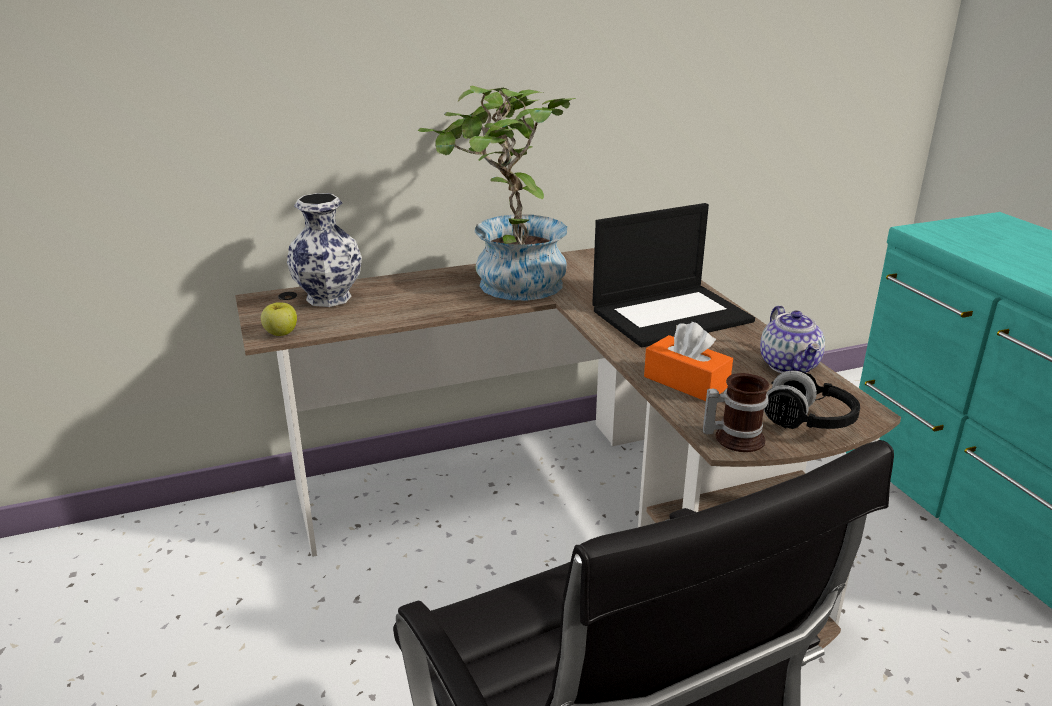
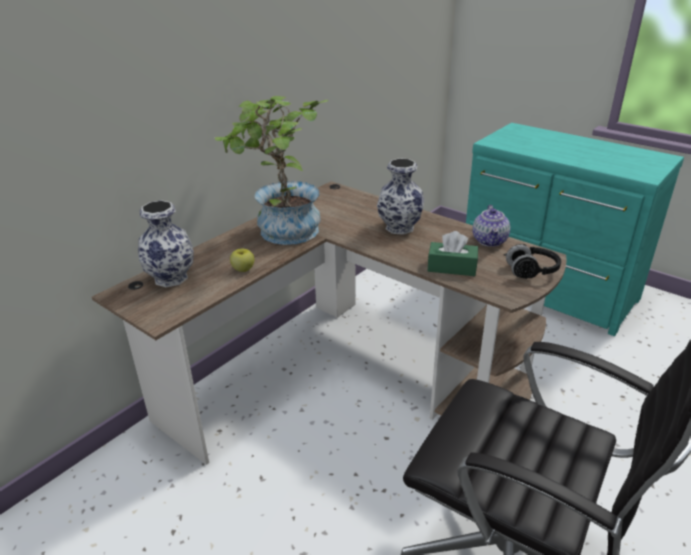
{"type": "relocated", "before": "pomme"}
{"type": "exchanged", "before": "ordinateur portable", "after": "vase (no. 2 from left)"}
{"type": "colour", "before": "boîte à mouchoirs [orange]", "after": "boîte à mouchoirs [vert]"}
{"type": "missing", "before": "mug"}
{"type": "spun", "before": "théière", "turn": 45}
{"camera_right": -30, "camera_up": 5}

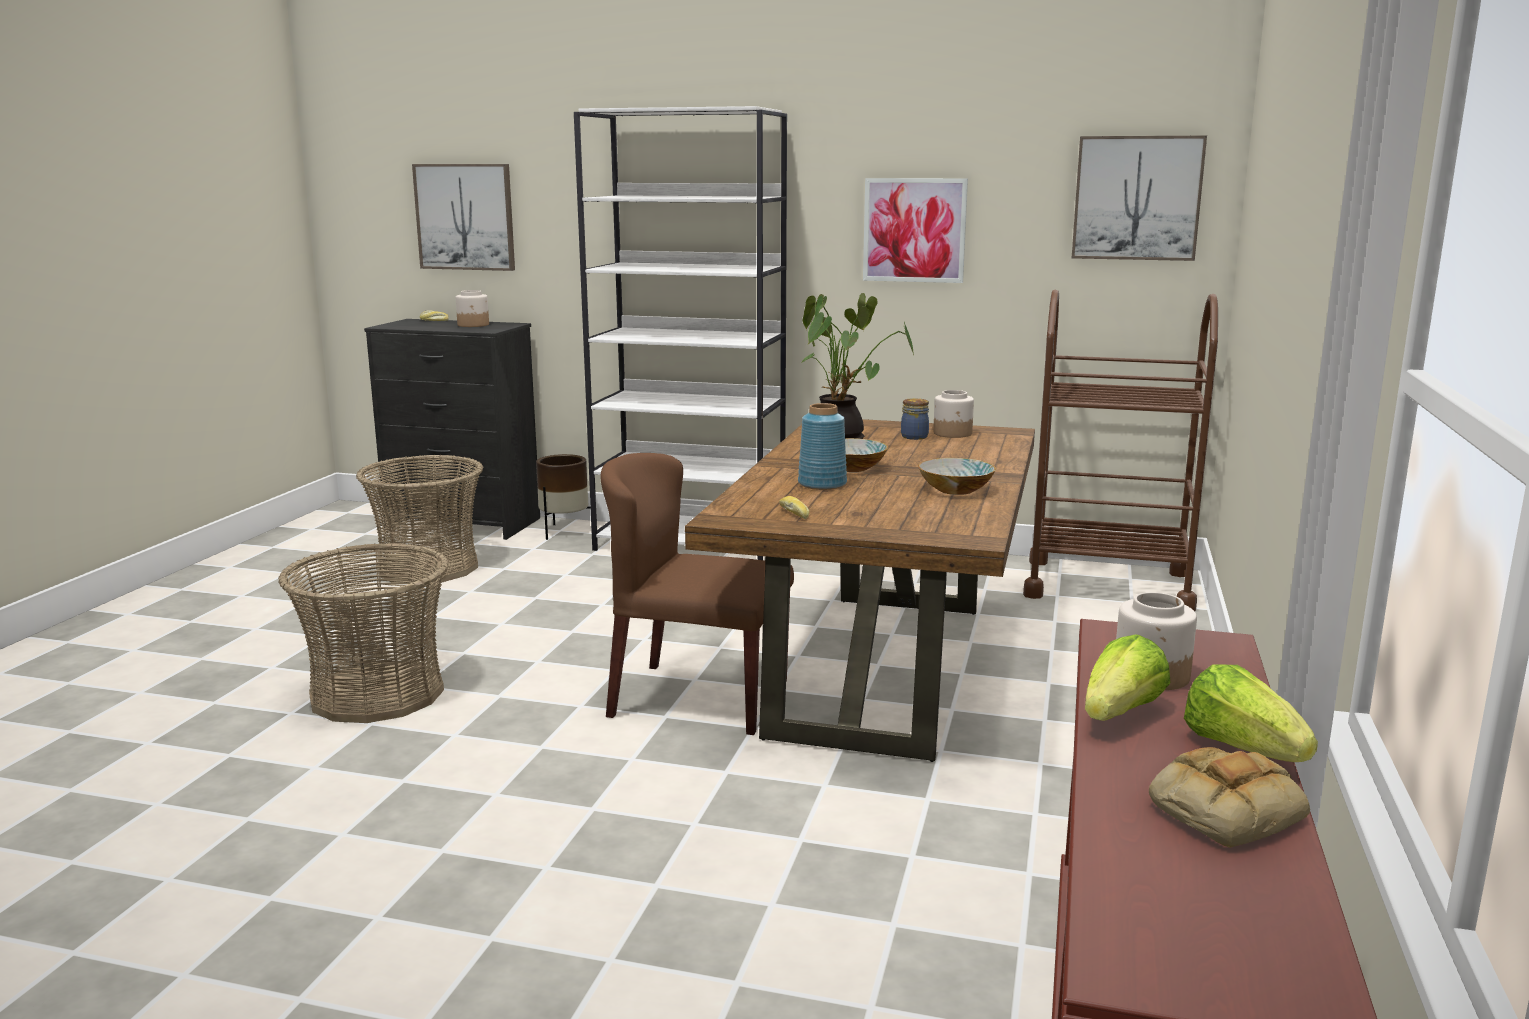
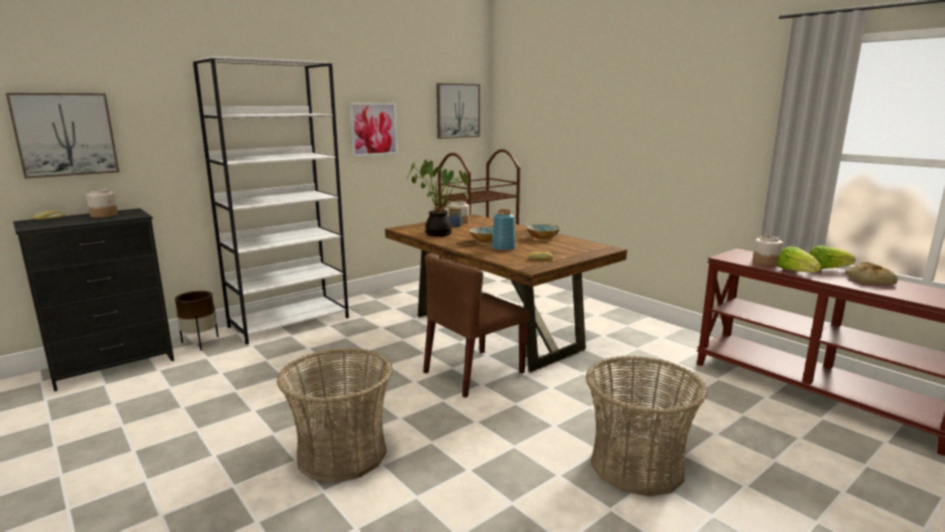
{"type": "relocated", "before": "panier (no. 2 from left)"}
{"camera_right": -55, "camera_up": 0}

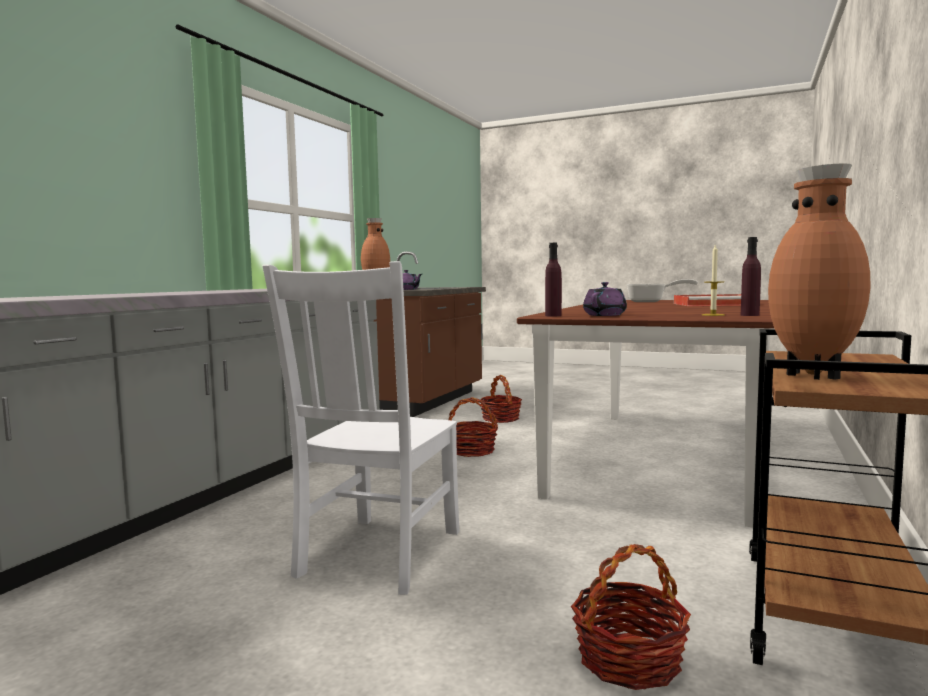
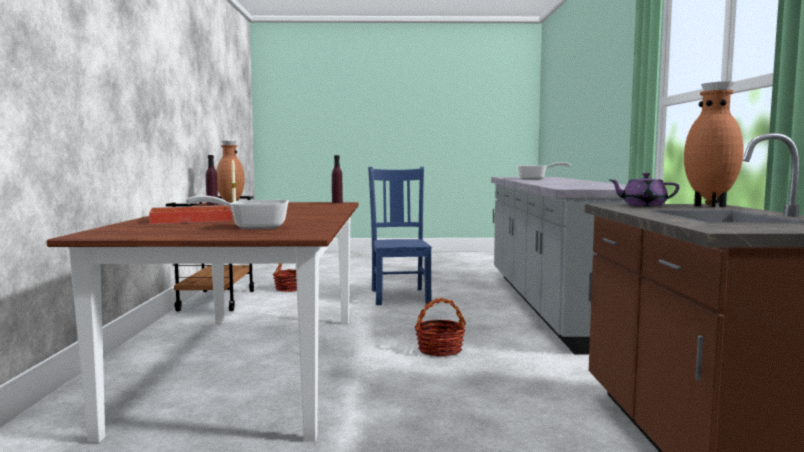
{"type": "colour", "before": "chaise [blanc]", "after": "chaise [bleu]"}
{"type": "missing", "before": "panier (no. 2 from left)"}
{"type": "missing", "before": "théière [violet] (no. 2 from left)"}
{"type": "appeared", "after": "poêle (no. 2 from left)"}
{"camera_right": 155, "camera_up": 0}

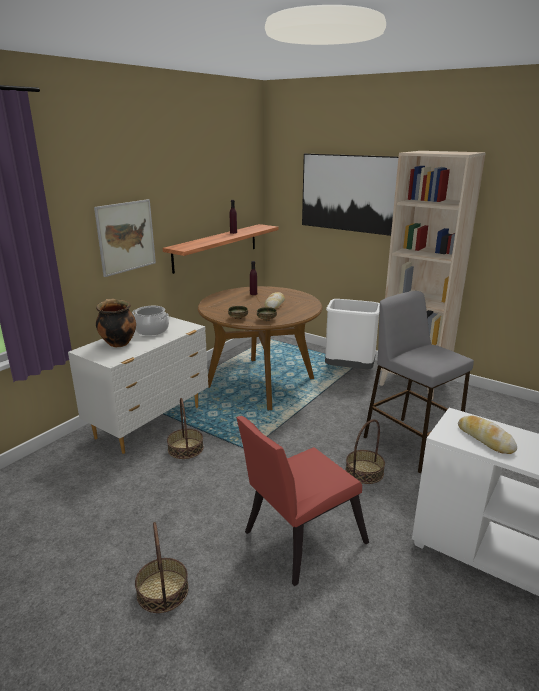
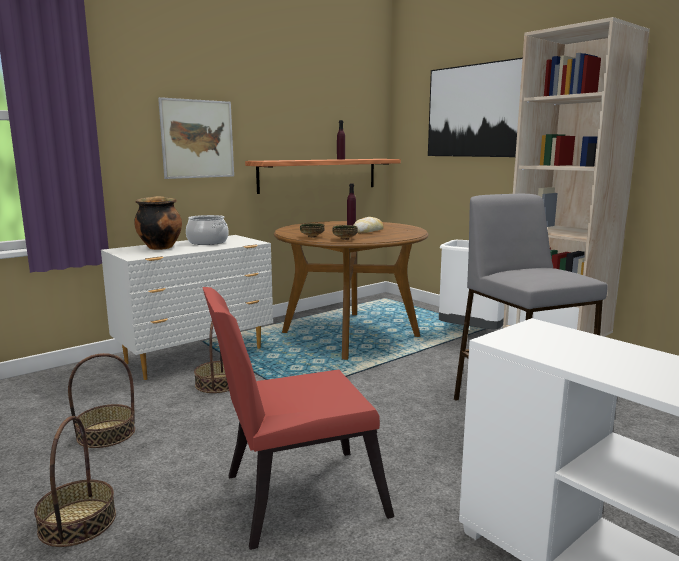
{"type": "relocated", "before": "panier (no. 3 from left in the first image)", "after": "panier (no. 2 from left)"}
{"type": "missing", "before": "pain (no. 2 from left)"}
{"camera_right": 15, "camera_up": -10}

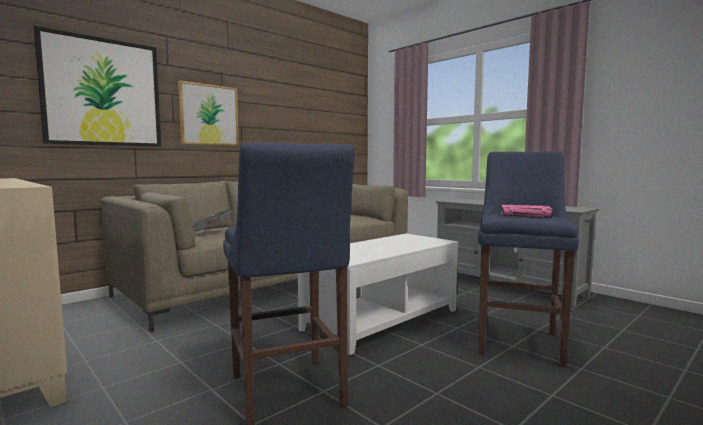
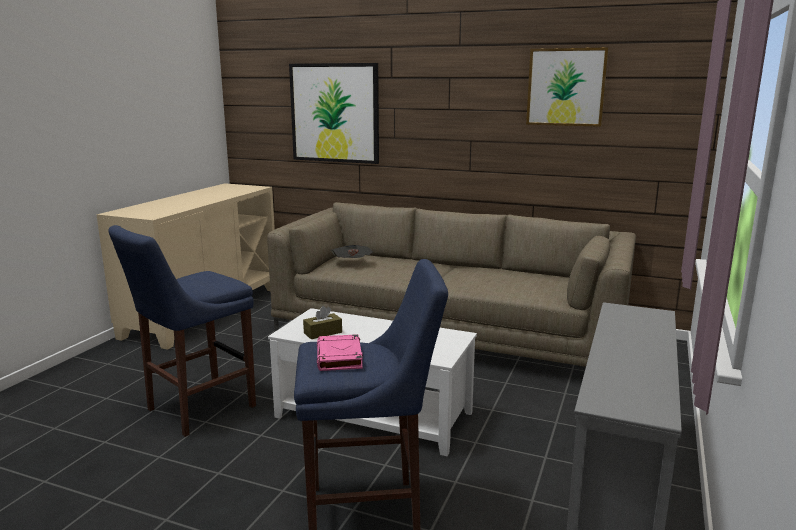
{"type": "relocated", "before": "tableau (no. 2 from left)"}
{"type": "appeared", "after": "boîte à mouchoirs [marron]"}
{"camera_right": 65, "camera_up": 10}

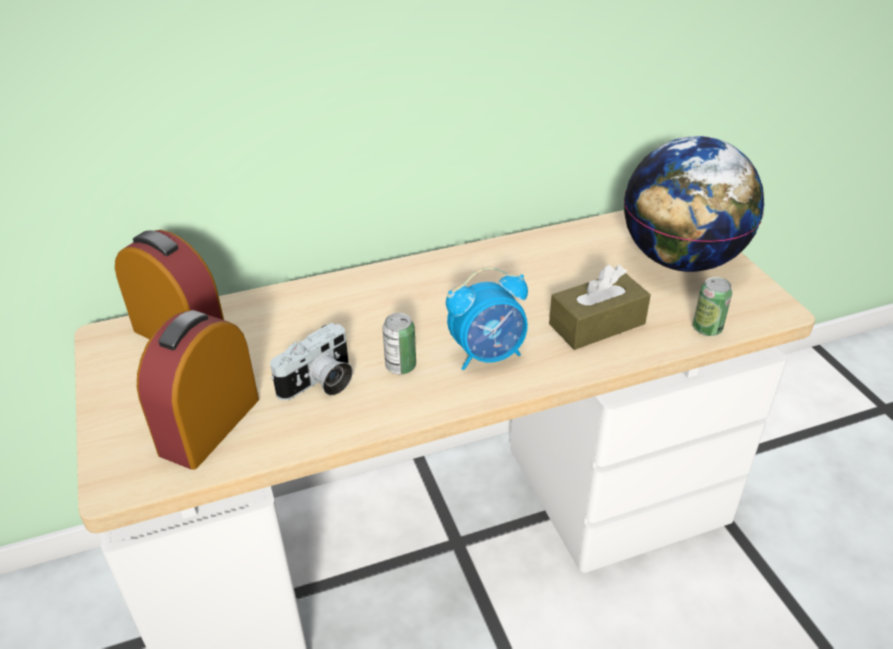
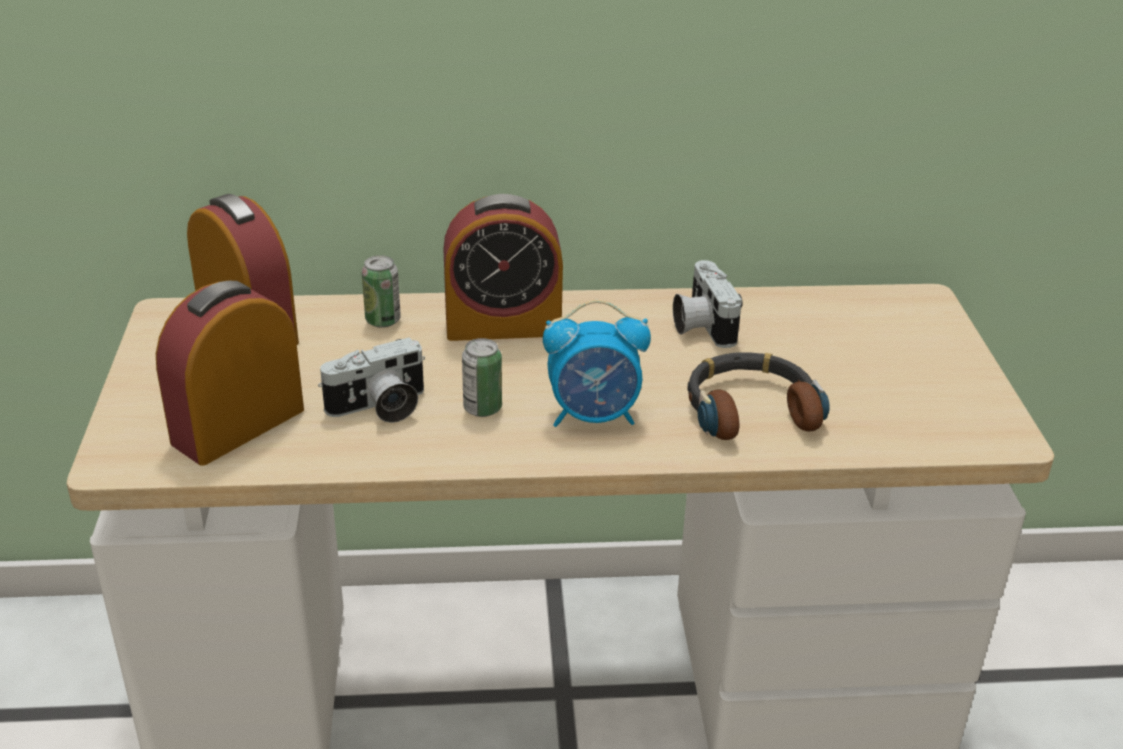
{"type": "exchanged", "before": "boîte à mouchoirs [marron]", "after": "casque audio"}
{"type": "missing", "before": "globe"}
{"type": "relocated", "before": "boîte métallique (no. 2 from left in the first image)", "after": "boîte métallique (no. 1 from left)"}
{"type": "appeared", "after": "réveil (no. 3 from left)"}
{"type": "appeared", "after": "appareil photo (no. 2 from left)"}
{"camera_right": 15, "camera_up": -5}

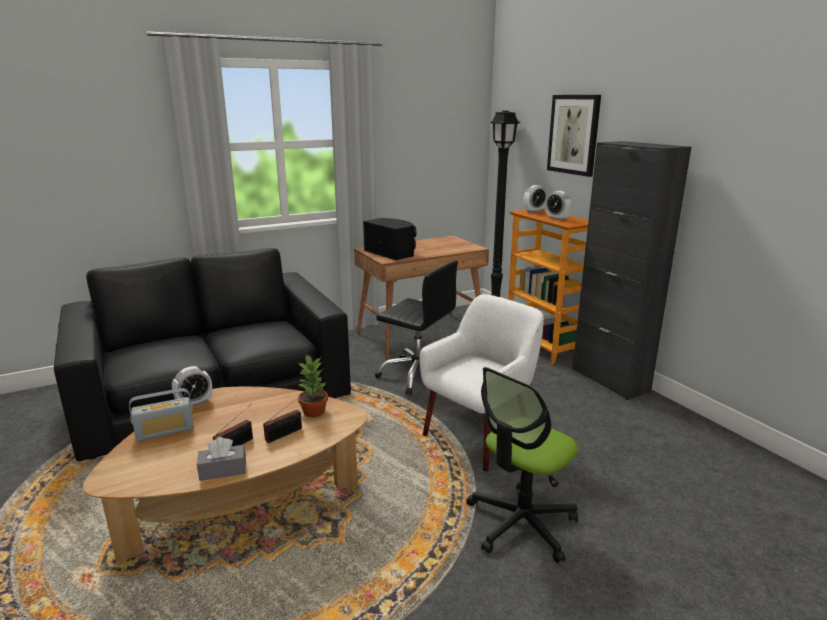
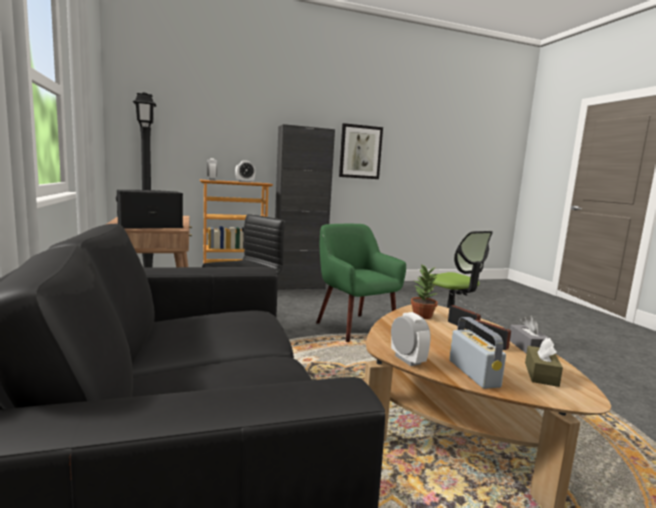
{"type": "colour", "before": "fauteuil [blanc]", "after": "fauteuil [vert]"}
{"type": "relocated", "before": "tableau"}
{"type": "appeared", "after": "boîte à mouchoirs [marron]"}
{"camera_right": -80, "camera_up": -10}

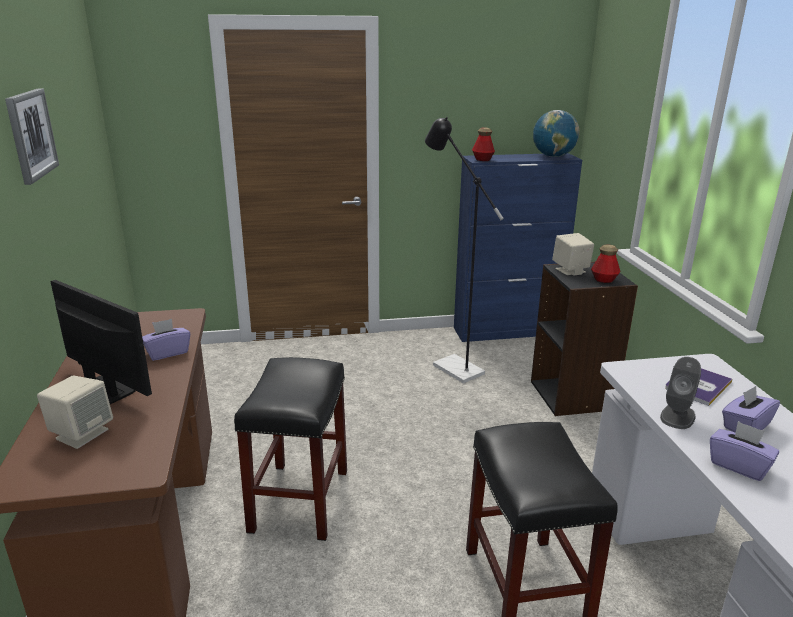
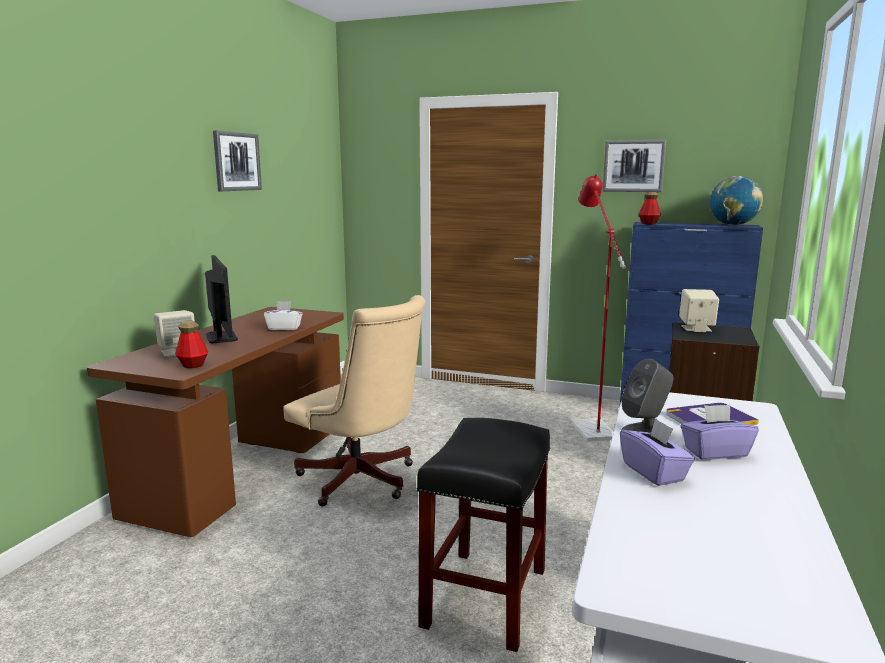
{"type": "colour", "before": "boîte à mouchoirs [violet] (no. 1 from left)", "after": "boîte à mouchoirs [blanc]"}
{"type": "exchanged", "before": "tabouret [noir] (no. 1 from left)", "after": "chaise de bureau [beige]"}
{"type": "colour", "before": "lampadaire [noir]", "after": "lampadaire [rouge]"}
{"type": "relocated", "before": "bouteille (no. 2 from left in the first image)", "after": "bouteille (no. 1 from left)"}
{"type": "appeared", "after": "tableau (no. 2 from left)"}
{"camera_right": 30, "camera_up": -10}

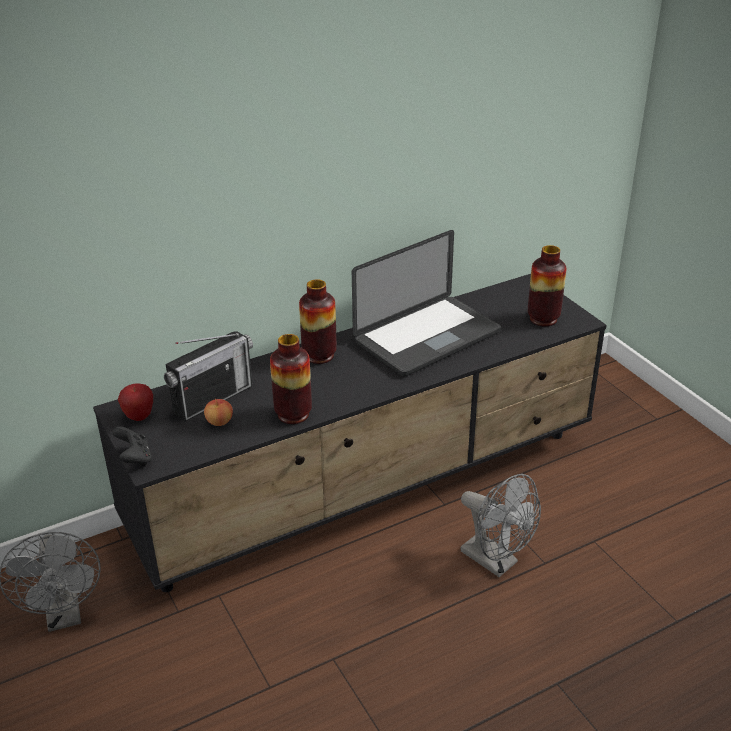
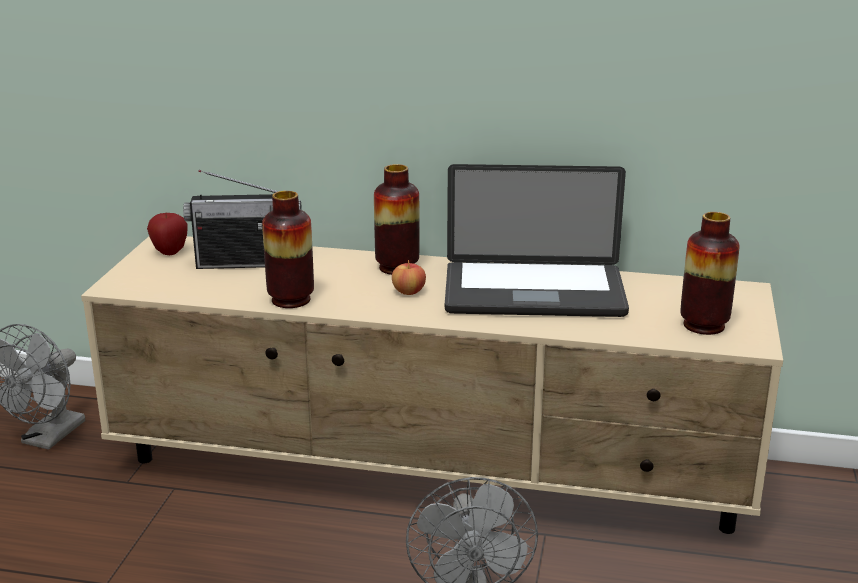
{"type": "colour", "before": "meuble télé [noir]", "after": "meuble télé [beige]"}
{"type": "missing", "before": "manette [noir]"}
{"type": "relocated", "before": "pomme (no. 2 from left)"}
{"camera_right": 40, "camera_up": -10}

